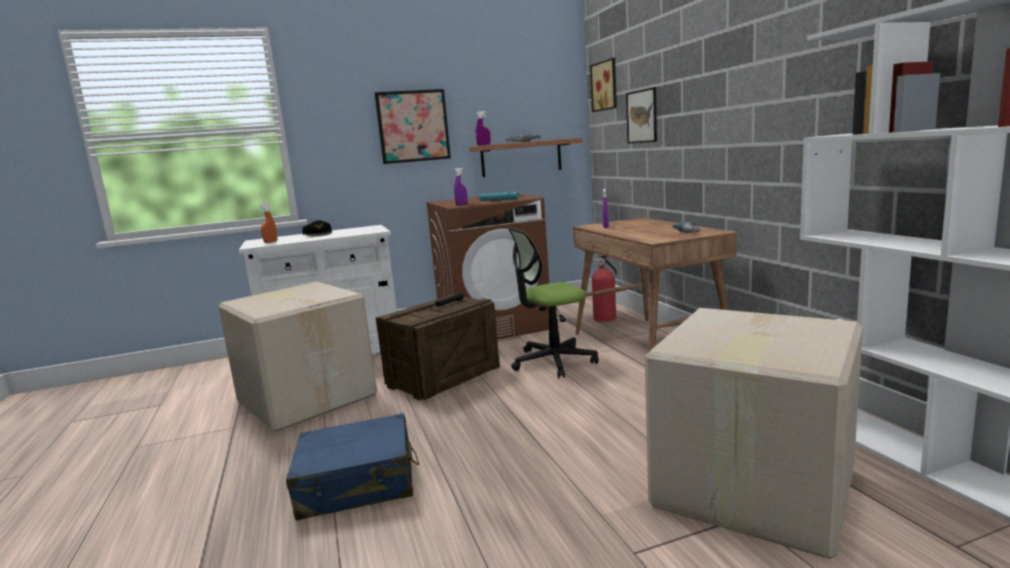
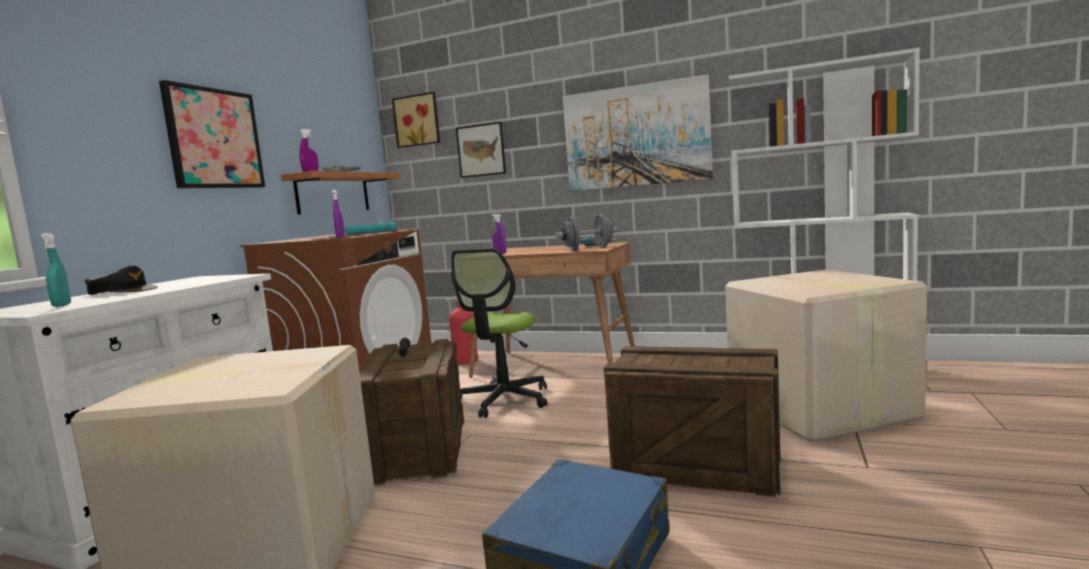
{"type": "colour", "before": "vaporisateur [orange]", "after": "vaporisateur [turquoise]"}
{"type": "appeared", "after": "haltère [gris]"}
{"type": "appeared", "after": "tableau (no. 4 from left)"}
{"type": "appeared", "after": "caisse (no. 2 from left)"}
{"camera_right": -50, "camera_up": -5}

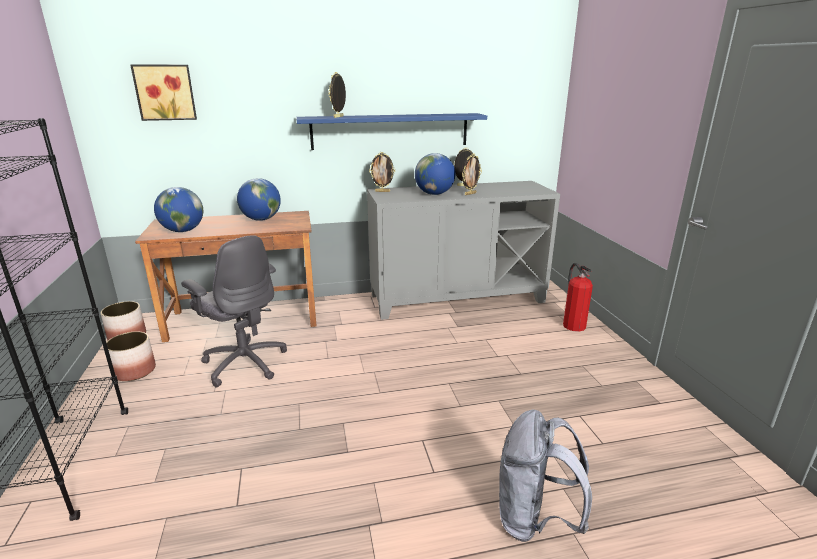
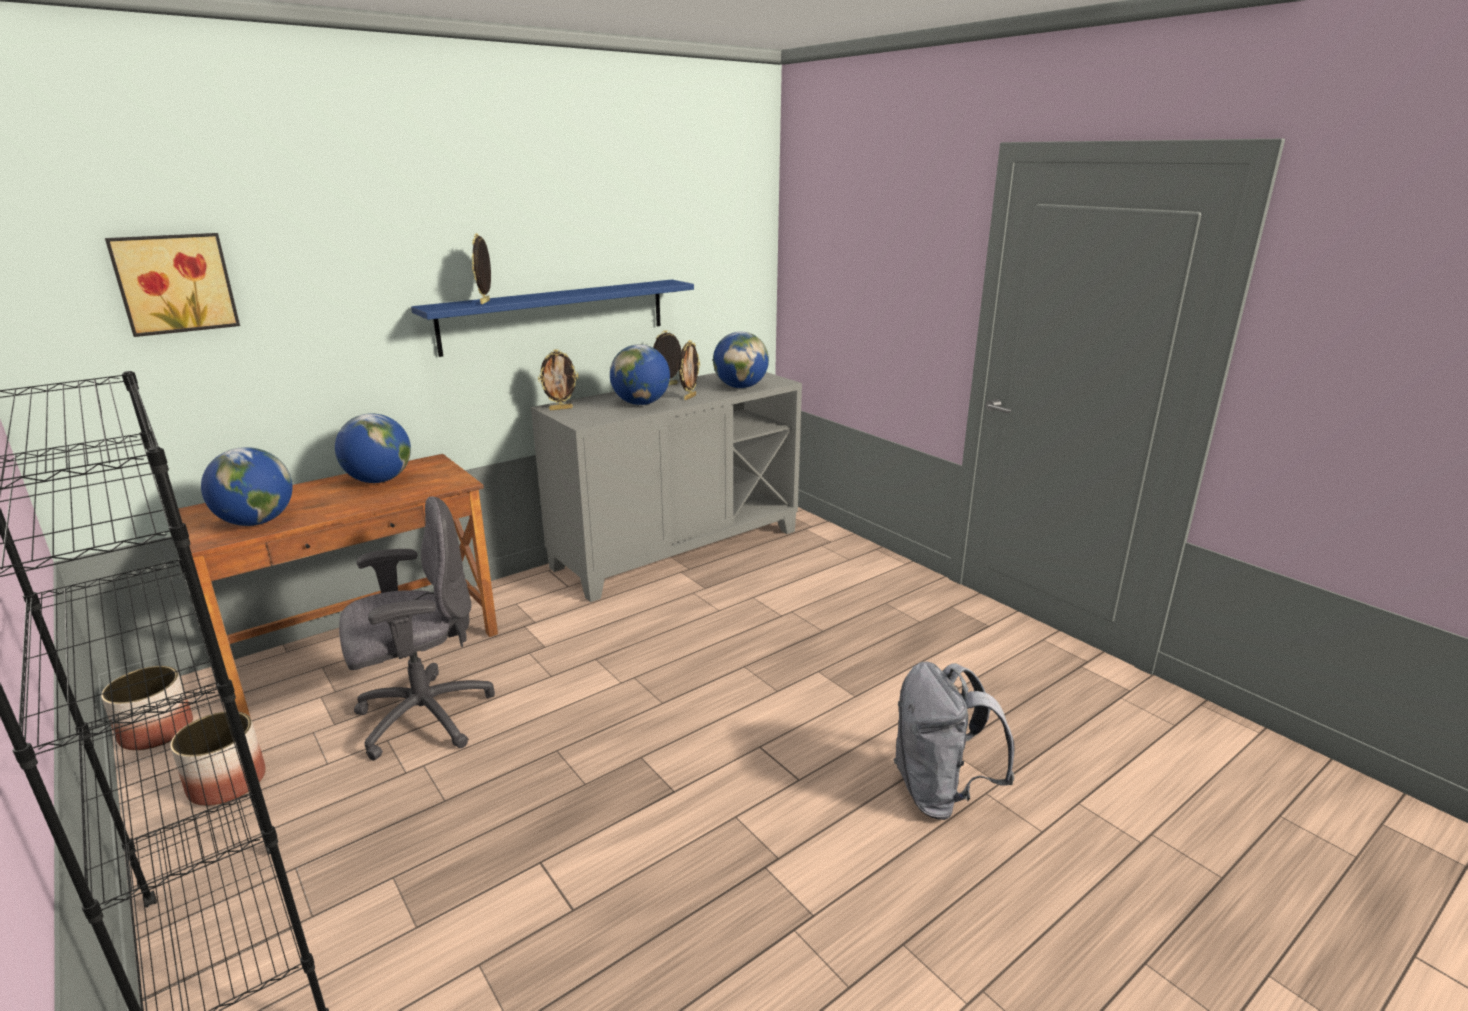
{"type": "spun", "before": "chaise de bureau [gris]", "turn": -45}
{"type": "missing", "before": "extincteur"}
{"type": "appeared", "after": "globe (no. 4 from left)"}
{"camera_right": -25, "camera_up": 0}

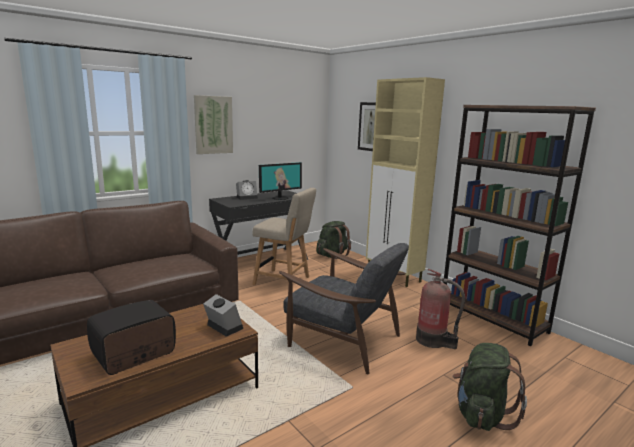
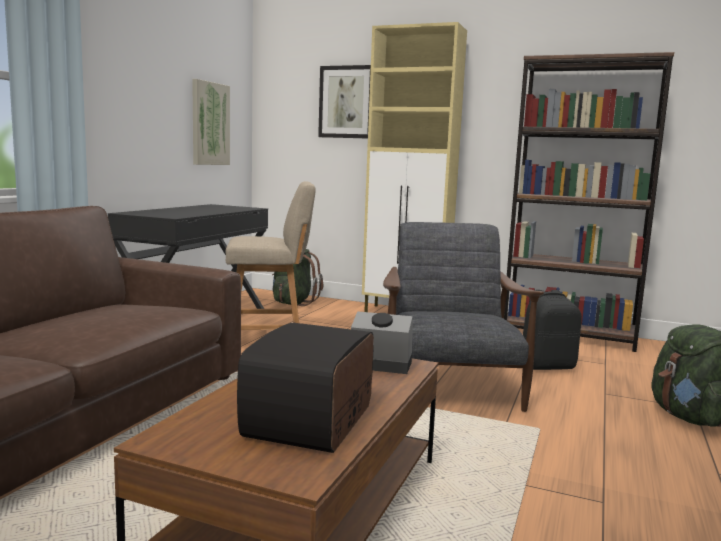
{"type": "relocated", "before": "tableau (no. 1 from left)"}
{"type": "missing", "before": "réveil (no. 2 from left)"}
{"type": "missing", "before": "écran d'ordinateur"}
{"type": "spun", "before": "fauteuil [gris]", "turn": -90}
{"type": "exchanged", "before": "extincteur", "after": "sac à dos [noir]"}
{"camera_right": -30, "camera_up": -5}

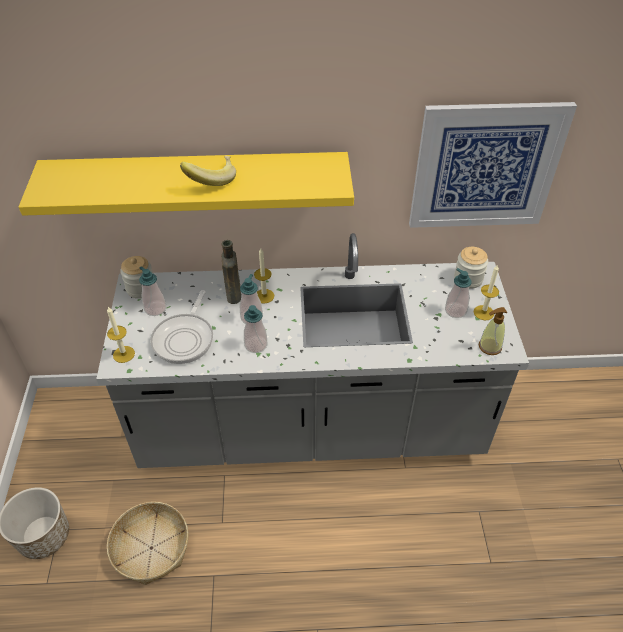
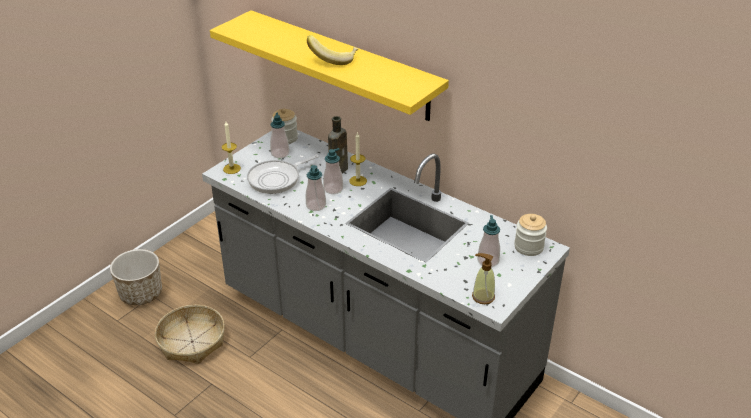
{"type": "missing", "before": "tableau"}
{"type": "missing", "before": "bougie (no. 3 from left)"}
{"camera_right": 40, "camera_up": -10}

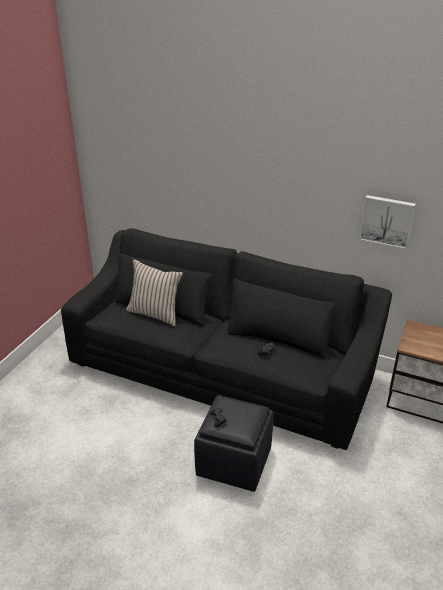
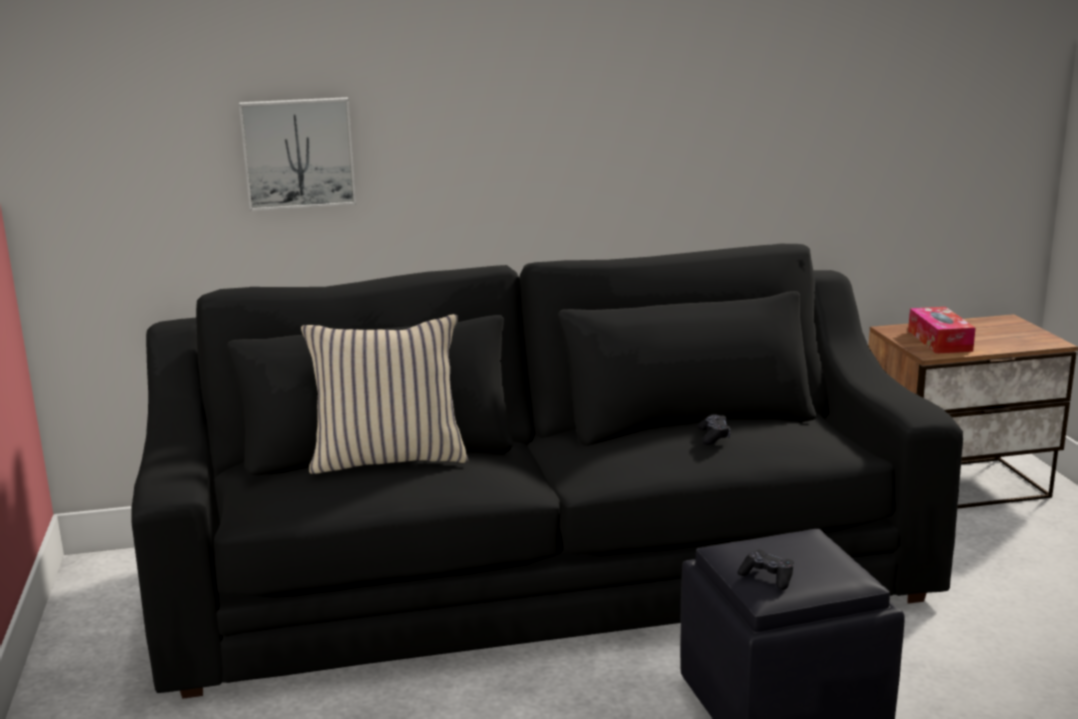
{"type": "relocated", "before": "tableau"}
{"type": "appeared", "after": "boîte à mouchoirs"}
{"camera_right": -35, "camera_up": -15}

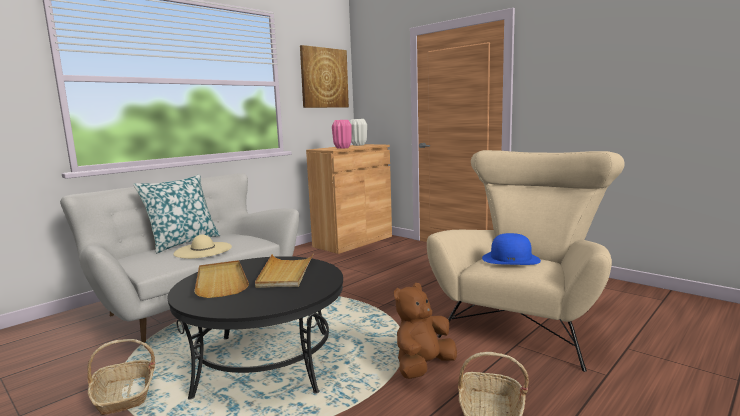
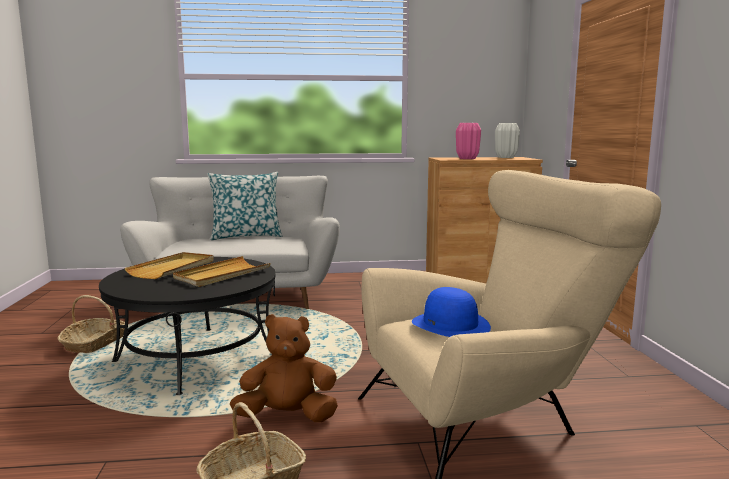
{"type": "missing", "before": "chapeau [beige]"}
{"type": "missing", "before": "tableau"}
{"camera_right": 40, "camera_up": 0}

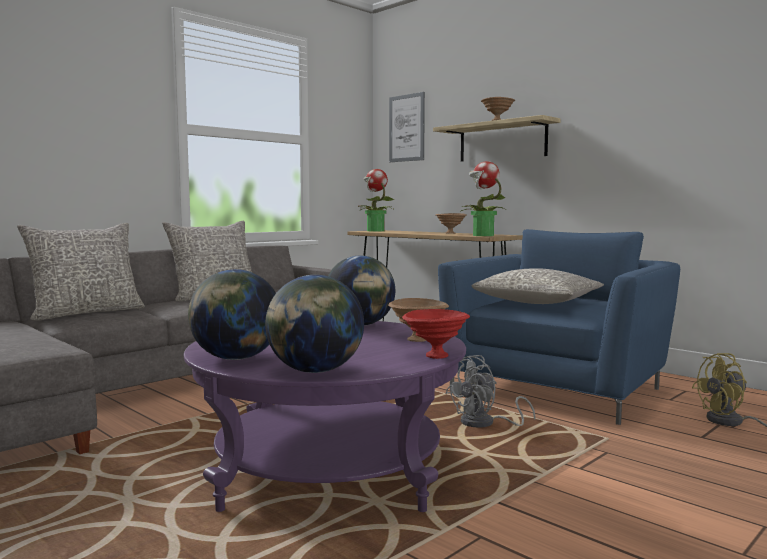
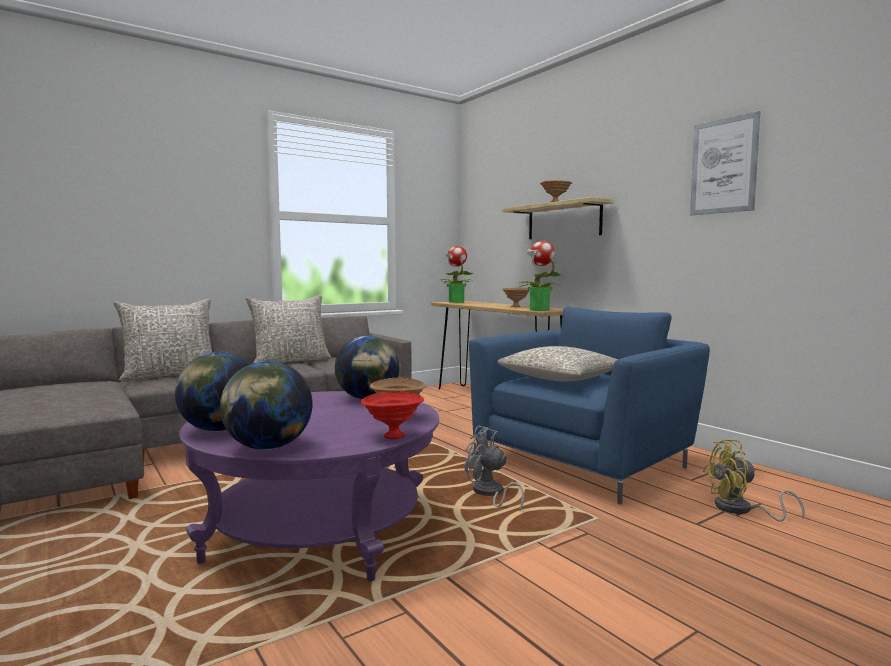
{"type": "relocated", "before": "tableau"}
{"type": "spun", "before": "ventilateur [gris]", "turn": 60}
{"camera_right": 10, "camera_up": 0}

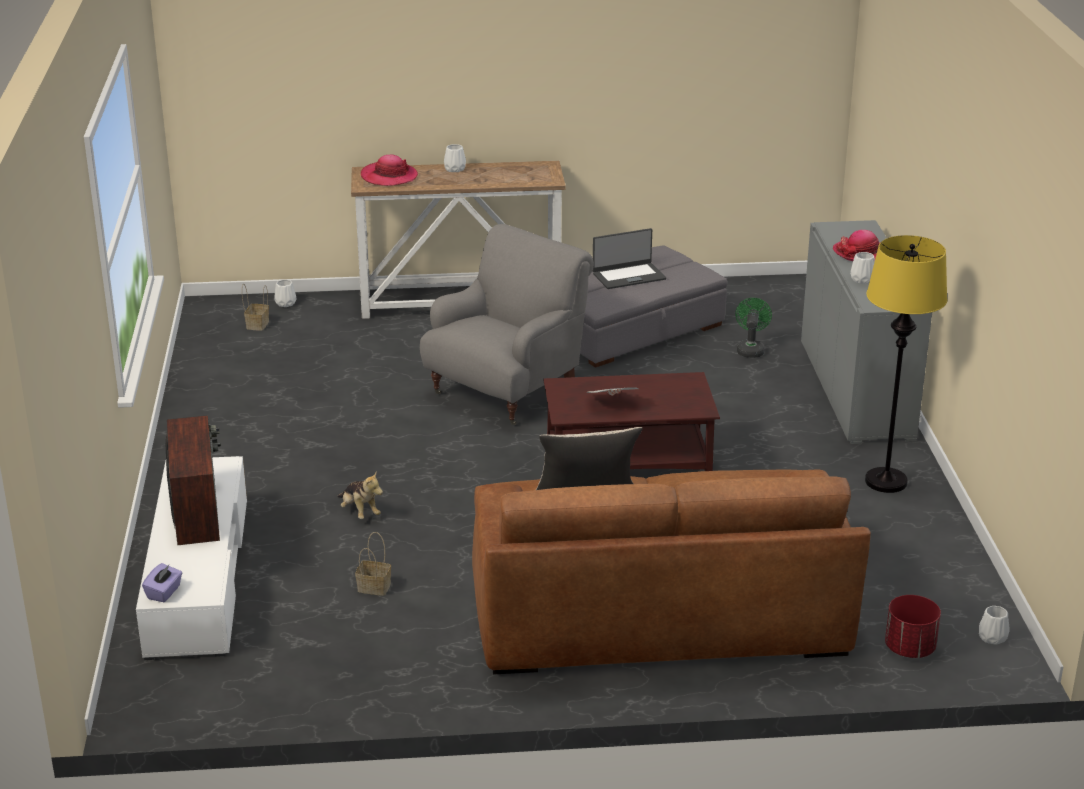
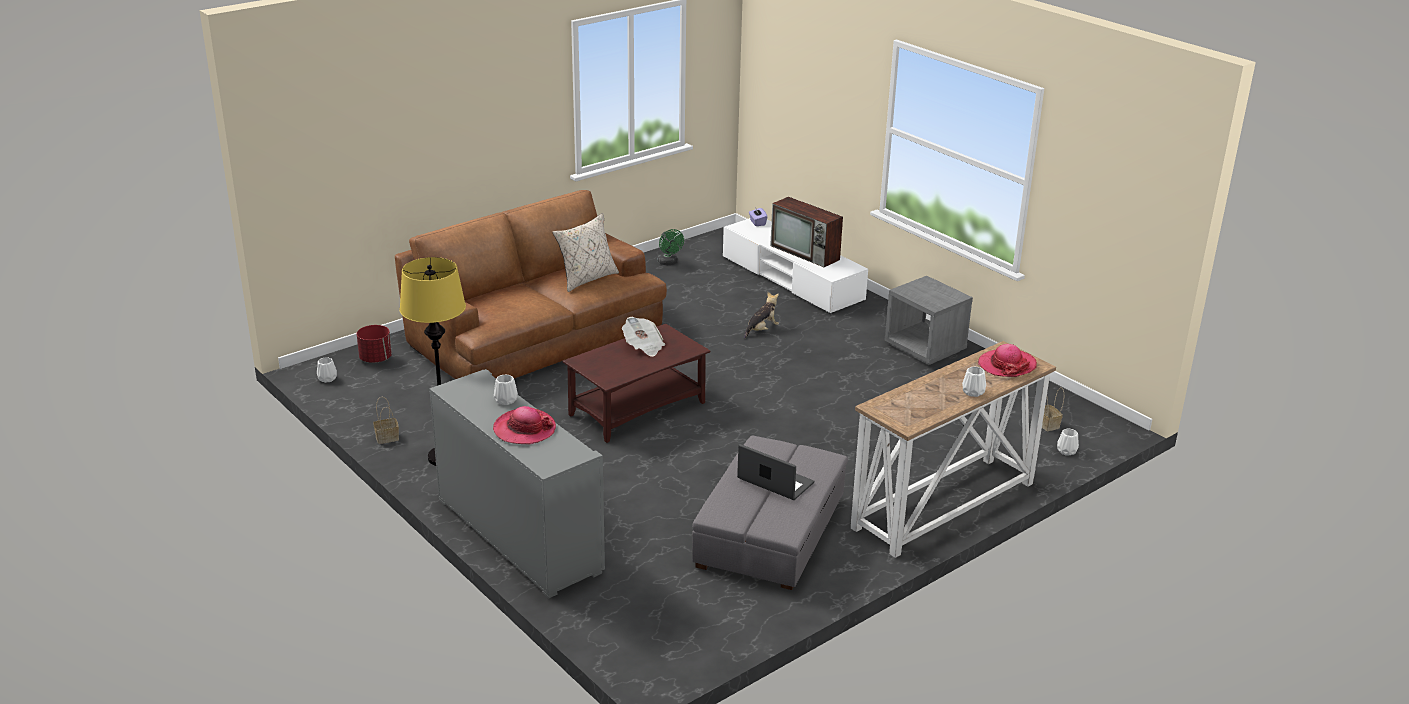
{"type": "spun", "before": "peluche", "turn": 120}
{"type": "relocated", "before": "panier (no. 2 from left in the first image)", "after": "panier (no. 1 from left)"}
{"type": "missing", "before": "fauteuil [gris]"}
{"type": "spun", "before": "ordinateur portable", "turn": 90}
{"type": "relocated", "before": "ventilateur [vert]"}
{"type": "appeared", "after": "table de chevet [gris]"}
{"camera_right": 145, "camera_up": 0}

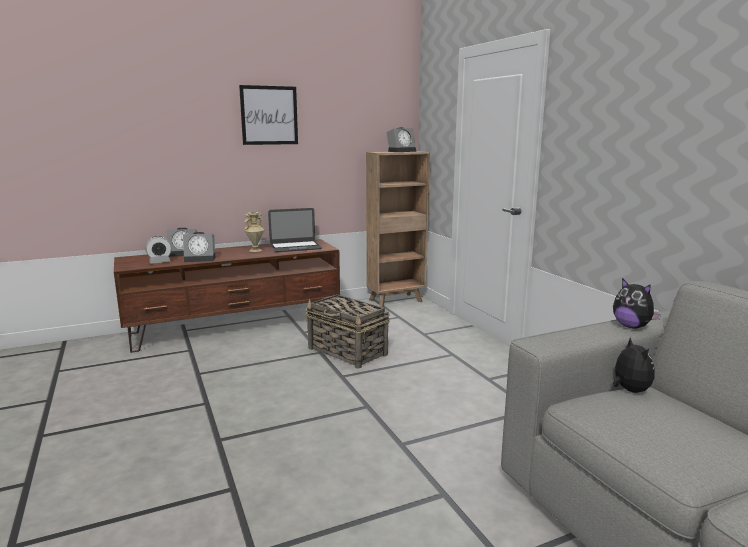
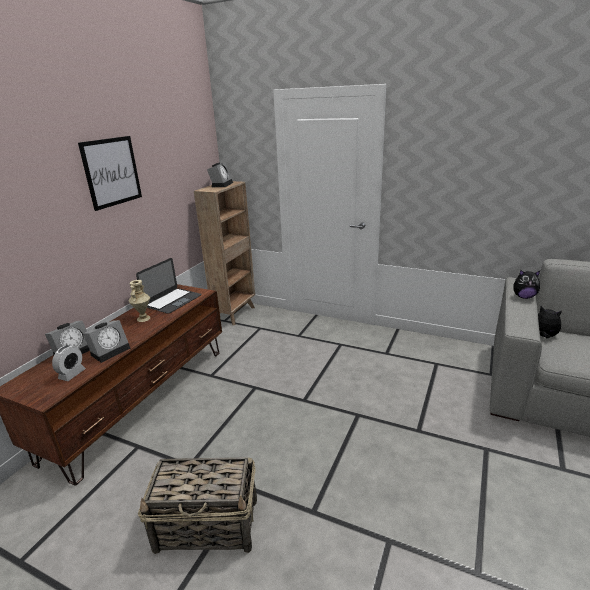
{"type": "relocated", "before": "panier"}
{"camera_right": -40, "camera_up": 10}

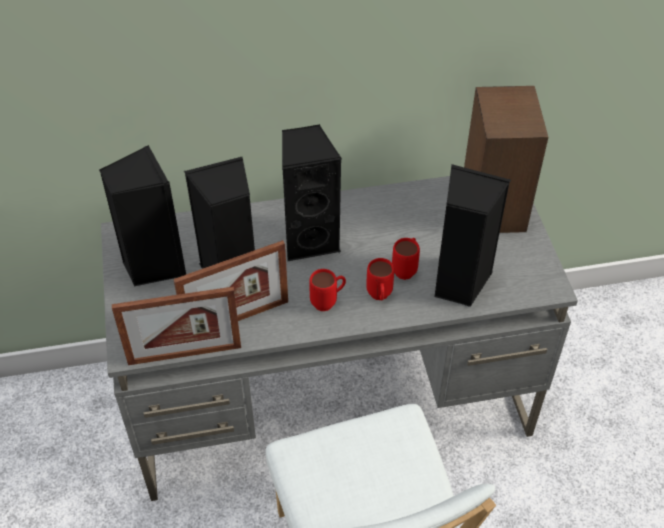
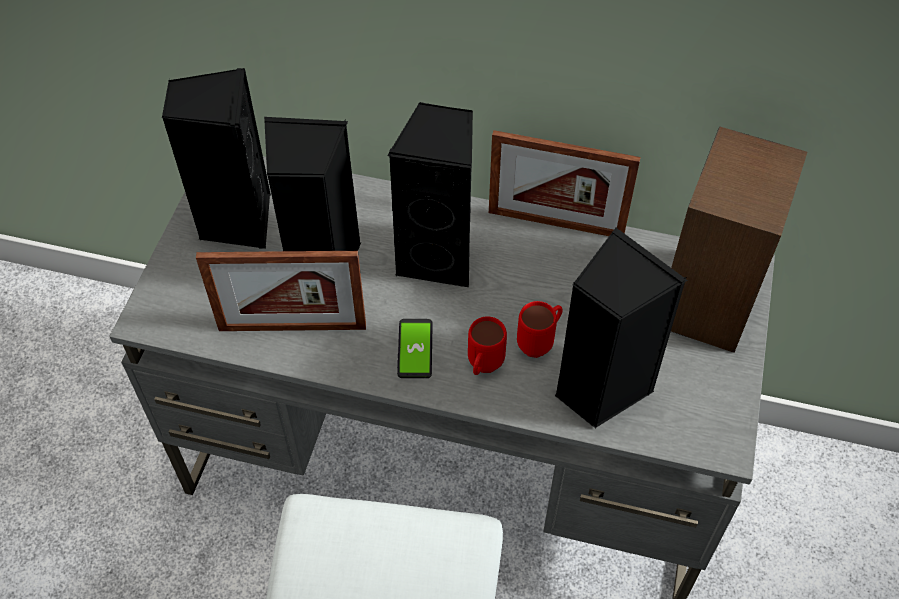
{"type": "relocated", "before": "cadre photo (no. 1 from left in the first image)", "after": "cadre photo (no. 2 from left)"}
{"type": "exchanged", "before": "mug [rouge] (no. 1 from left)", "after": "téléphone"}
{"camera_right": 25, "camera_up": 5}

